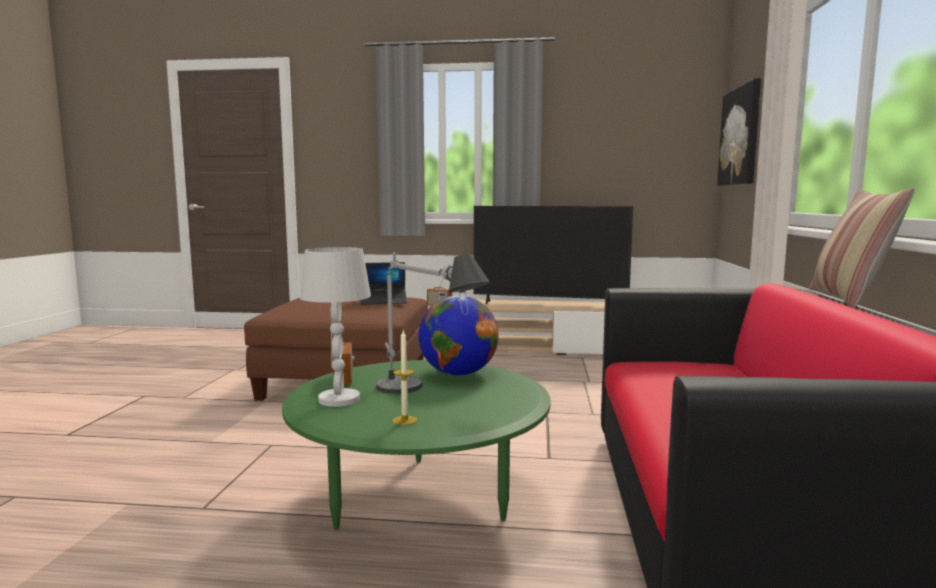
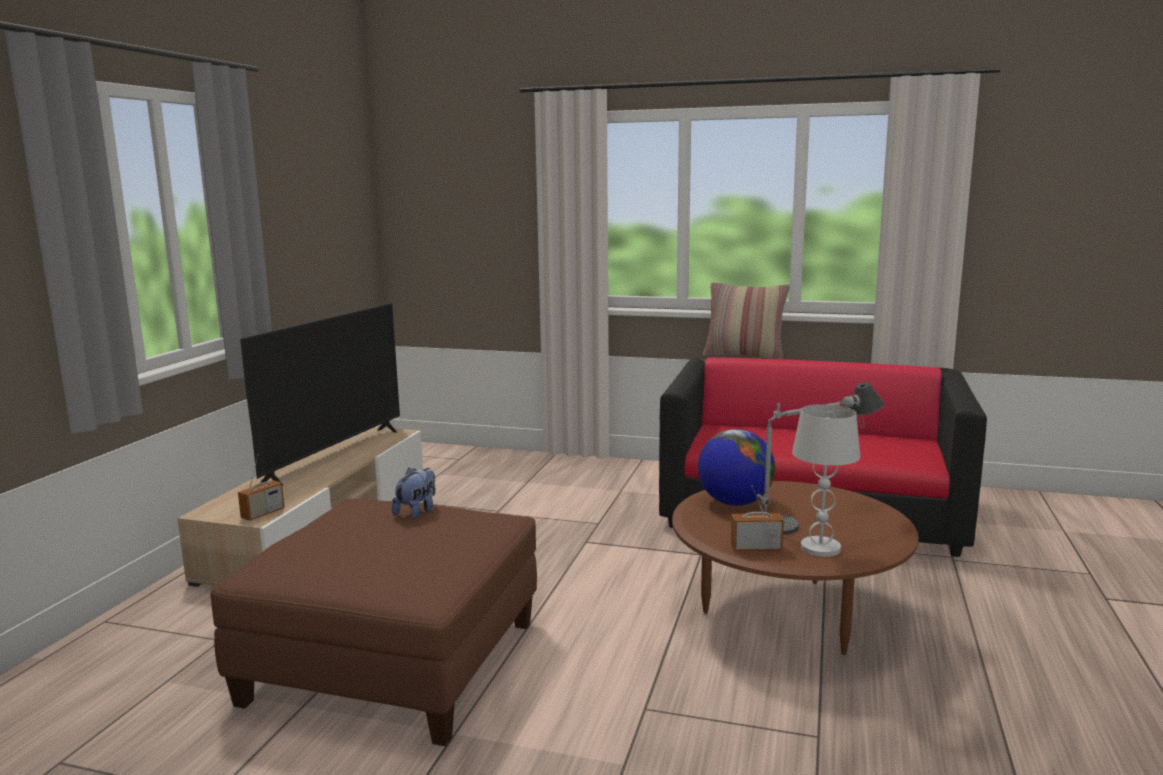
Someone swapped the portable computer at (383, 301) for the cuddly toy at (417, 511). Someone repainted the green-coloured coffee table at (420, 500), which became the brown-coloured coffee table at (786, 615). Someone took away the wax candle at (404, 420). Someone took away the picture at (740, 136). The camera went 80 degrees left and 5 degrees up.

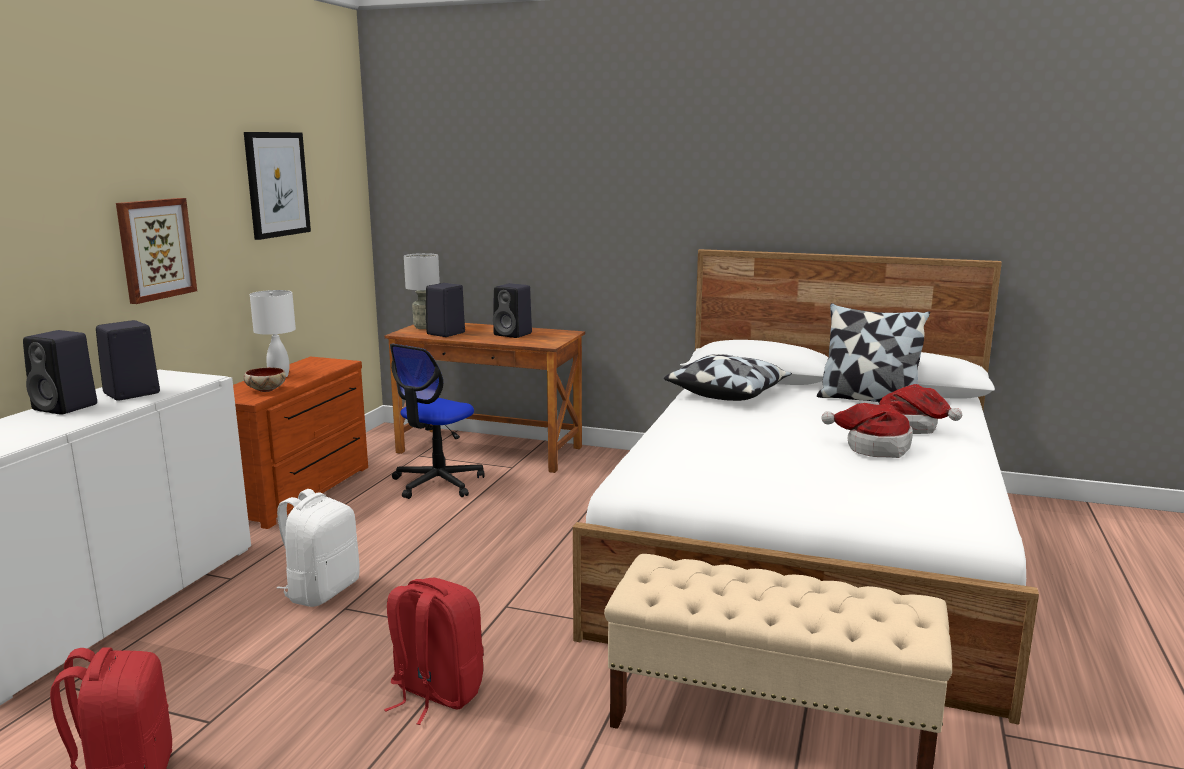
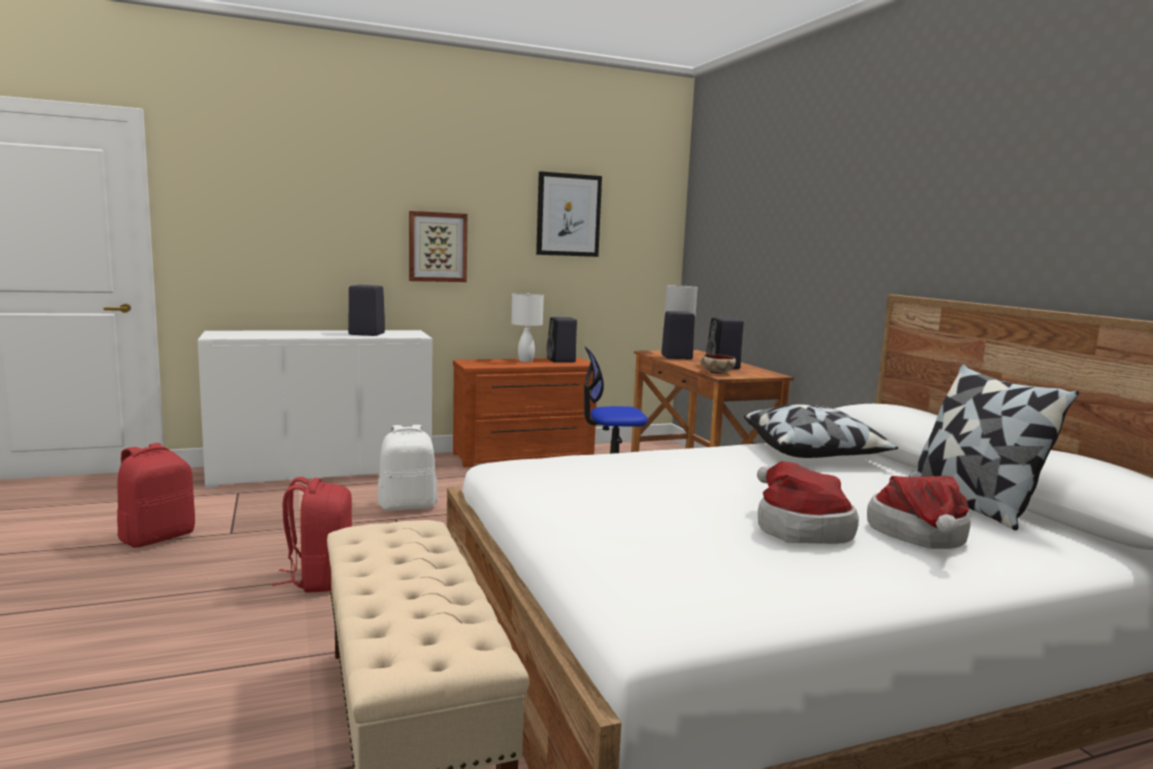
Someone carried the black speaker from (67, 407) to (561, 361). Someone carried the deep dish from (265, 390) to (716, 373). The camera went 50 degrees right and 5 degrees down.

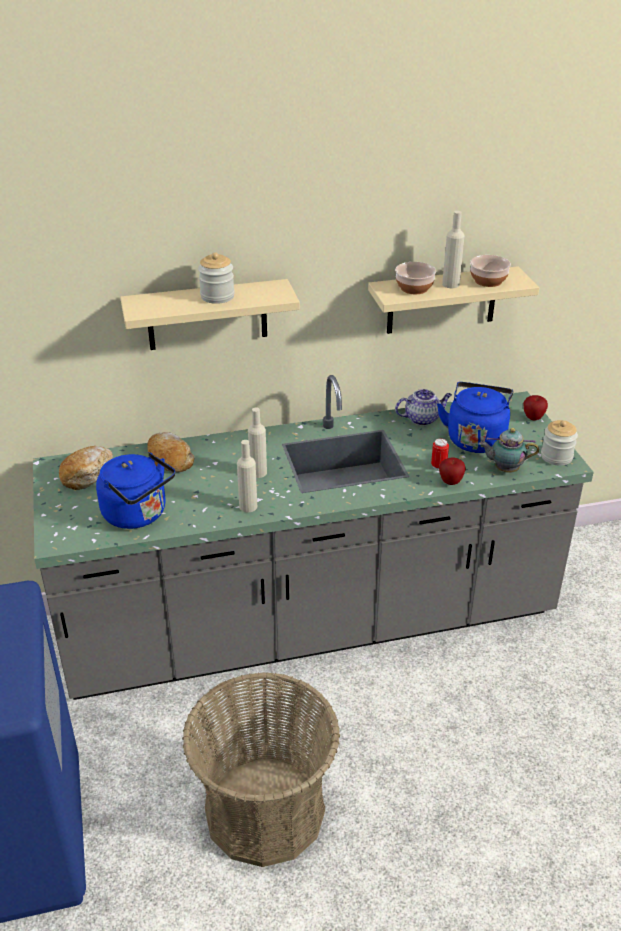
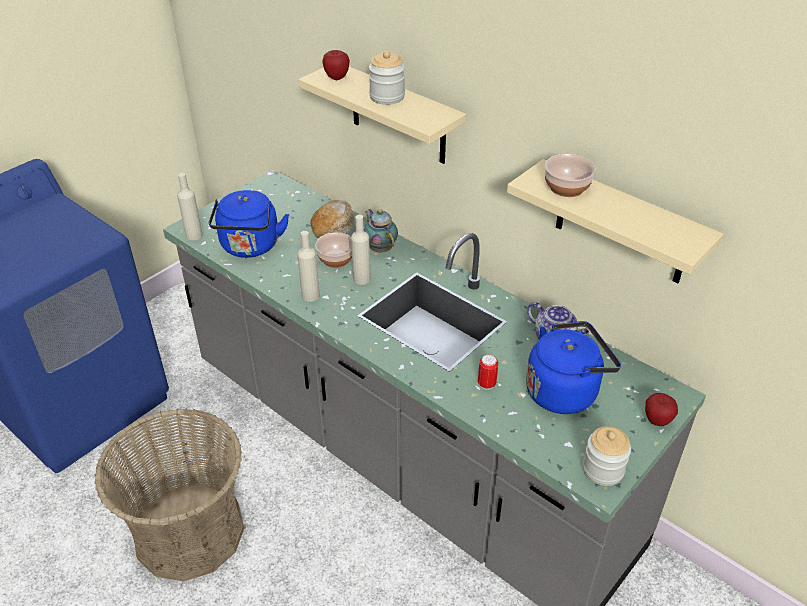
Someone carried the beige-coloured bottle from (450, 284) to (194, 235). Someone carried the deep dish from (488, 281) to (336, 259). Someone carried the whole apple from (450, 482) to (336, 78). Someone carried the pot for tea from (504, 469) to (380, 248). Someone took away the baked bread at (87, 474). The camera went 55 degrees right and 5 degrees up.

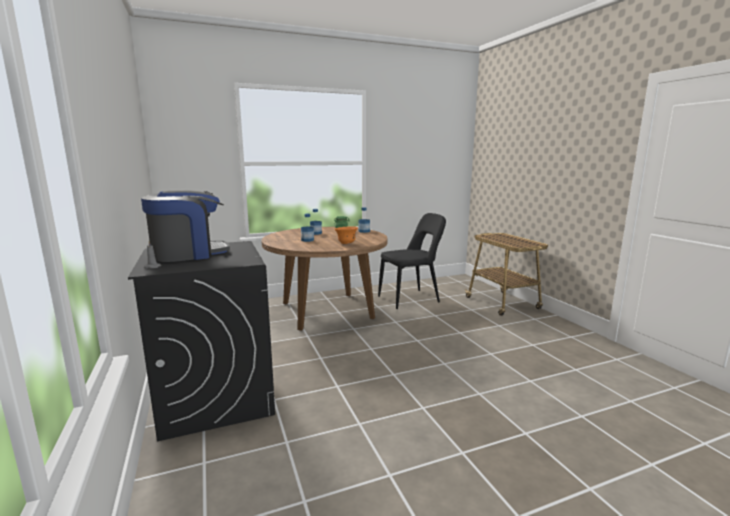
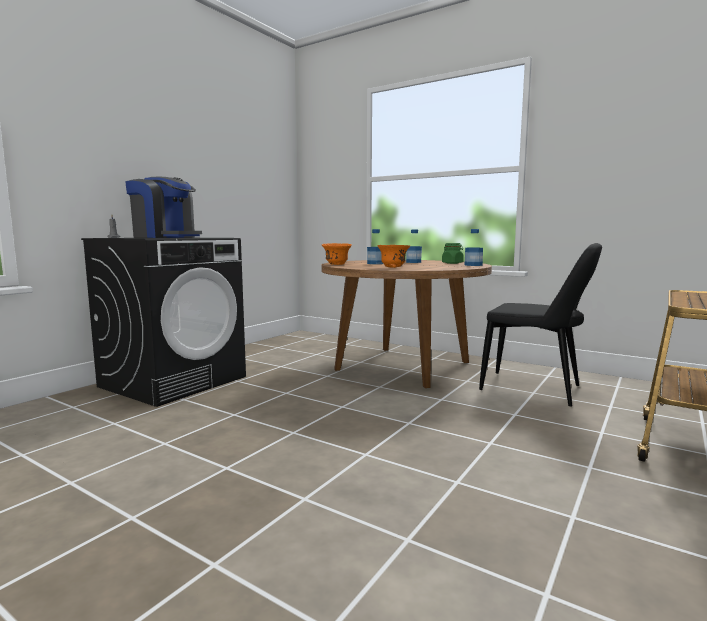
Someone put down the orangey deep dish at (337, 264). The camera went 55 degrees right and 5 degrees down.

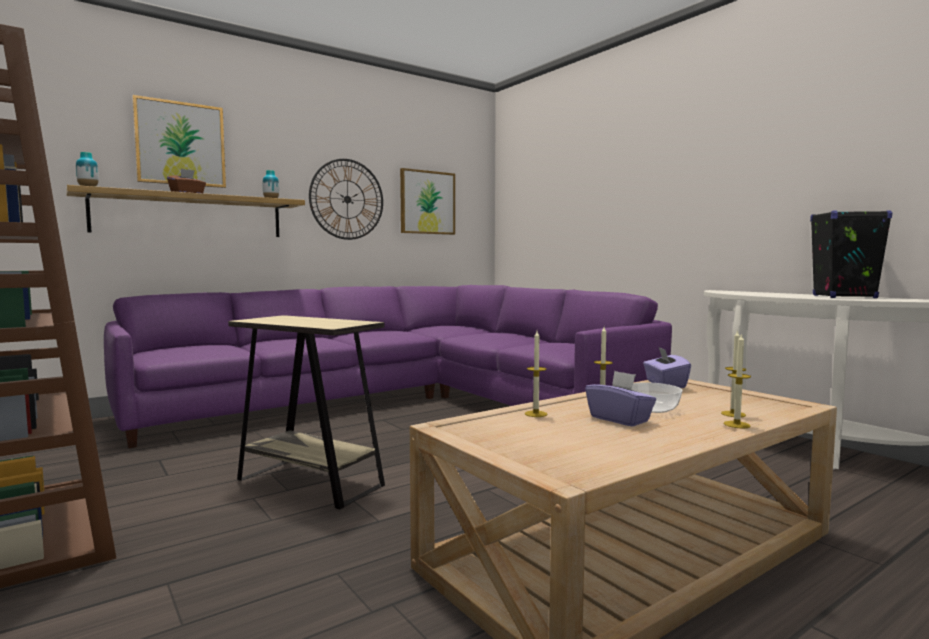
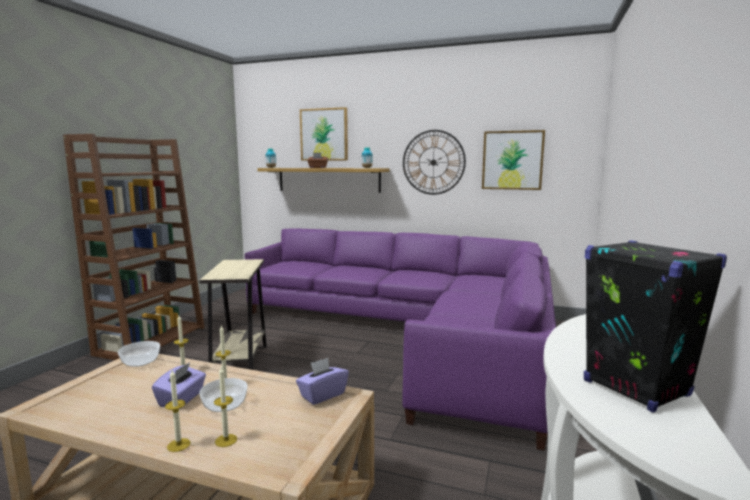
Someone put down the deep dish at (141, 361). The camera went 55 degrees right and 5 degrees up.

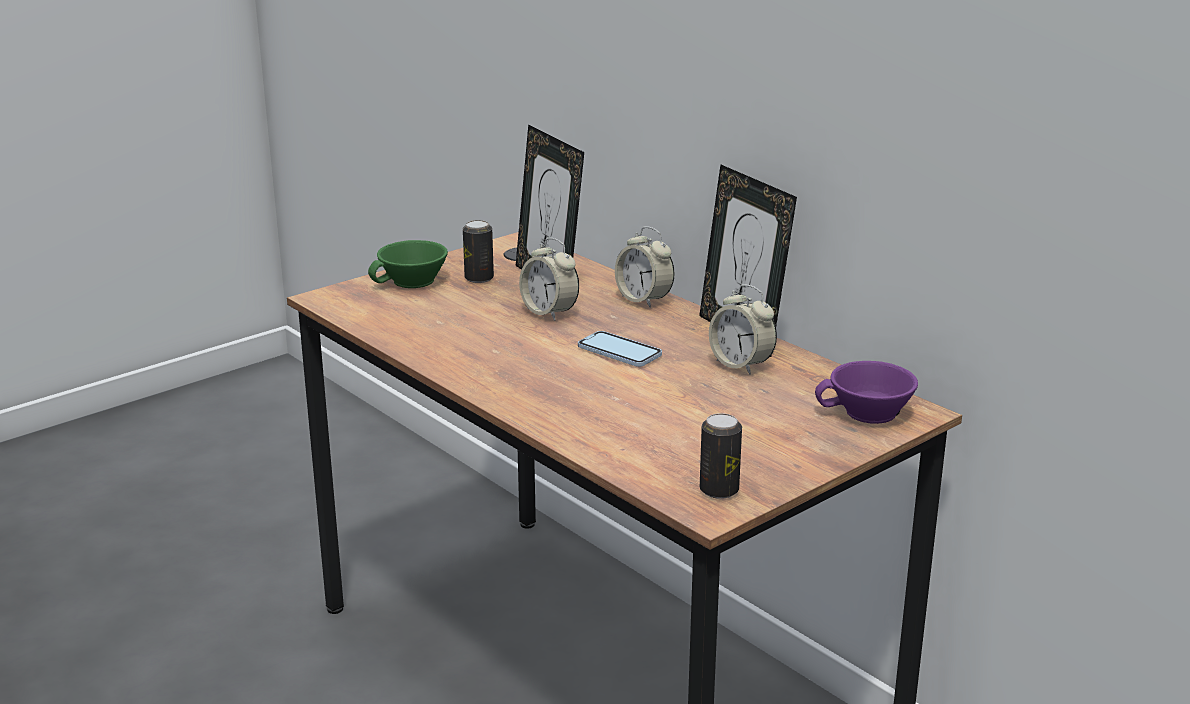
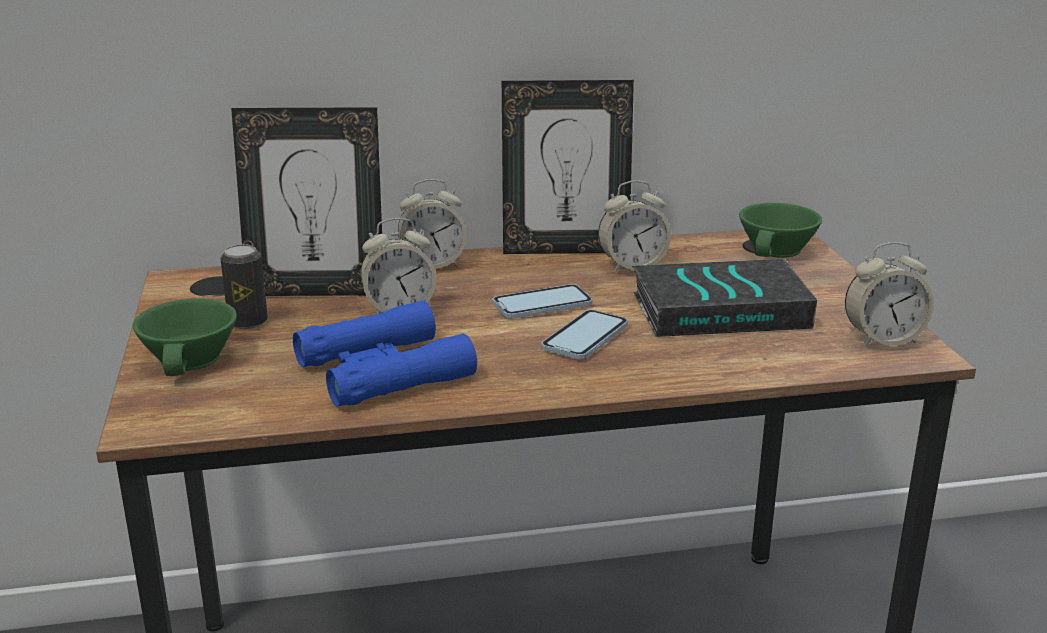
Someone put down the bluish field glasses at (384, 371). Someone put down the phone at (585, 338). Someone put down the volume at (721, 309). Someone repainted the purple-coloured drinking cup at (868, 413), which became the green-coloured drinking cup at (779, 250). Someone swapped the sealed can at (719, 490) for the bedside clock at (882, 339). The camera went 60 degrees left and 0 degrees up.

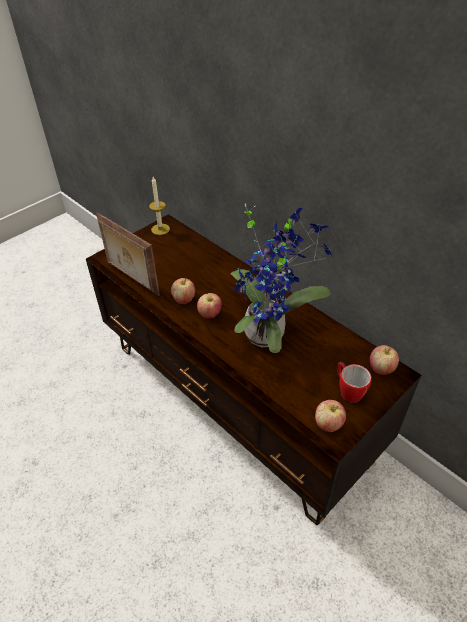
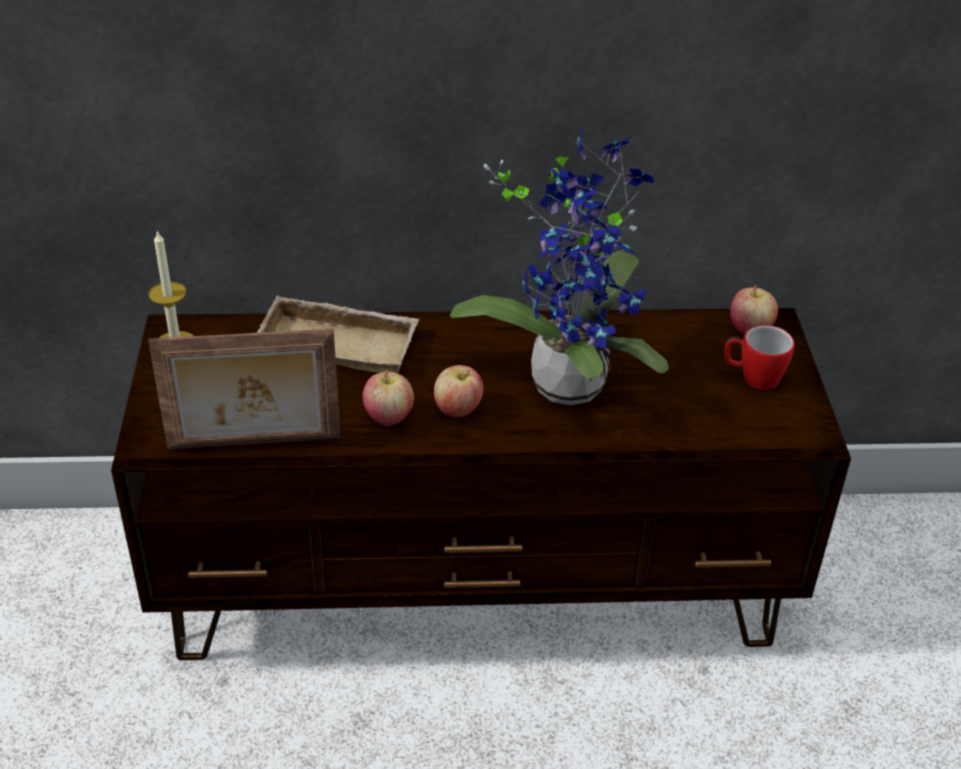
Someone put down the beige-coloured serving tray at (341, 343). Someone took away the whole apple at (328, 424). The camera went 50 degrees left and 5 degrees down.

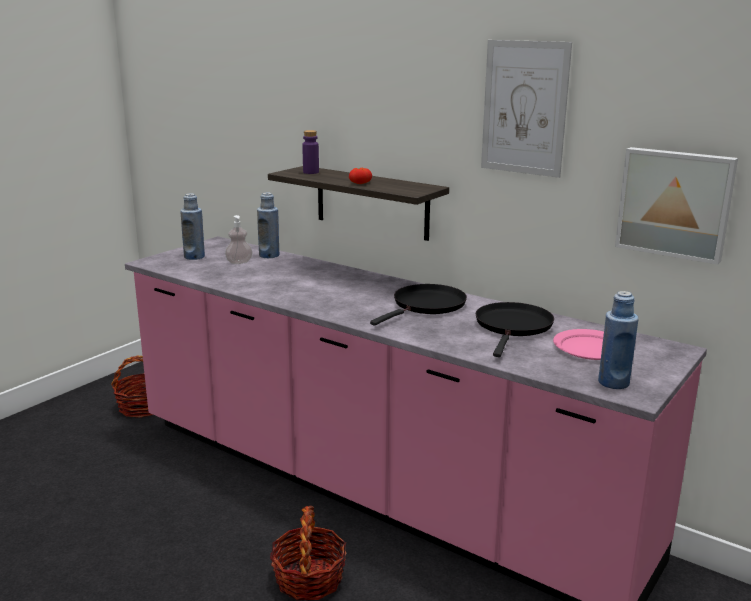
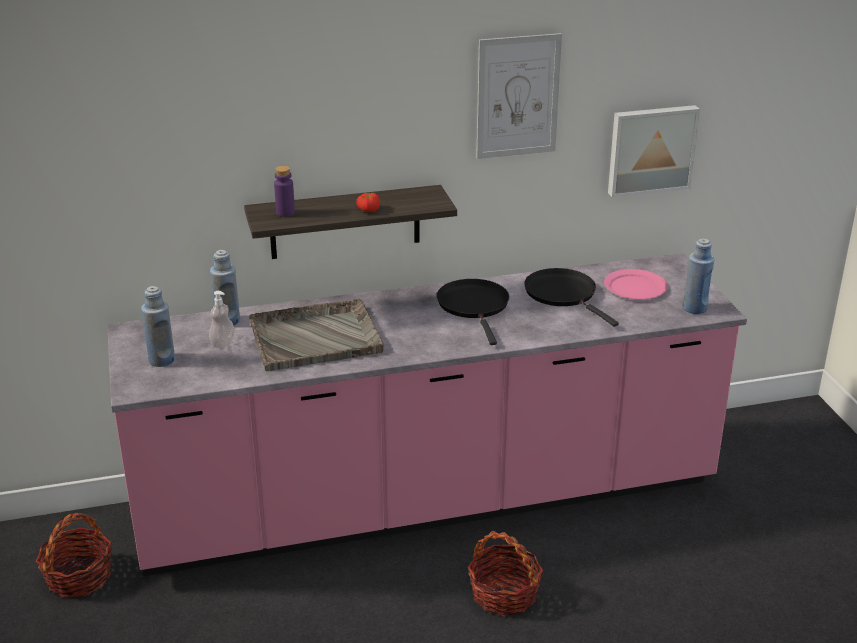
Someone put down the grey serving tray at (317, 337). The camera went 50 degrees left and 10 degrees up.

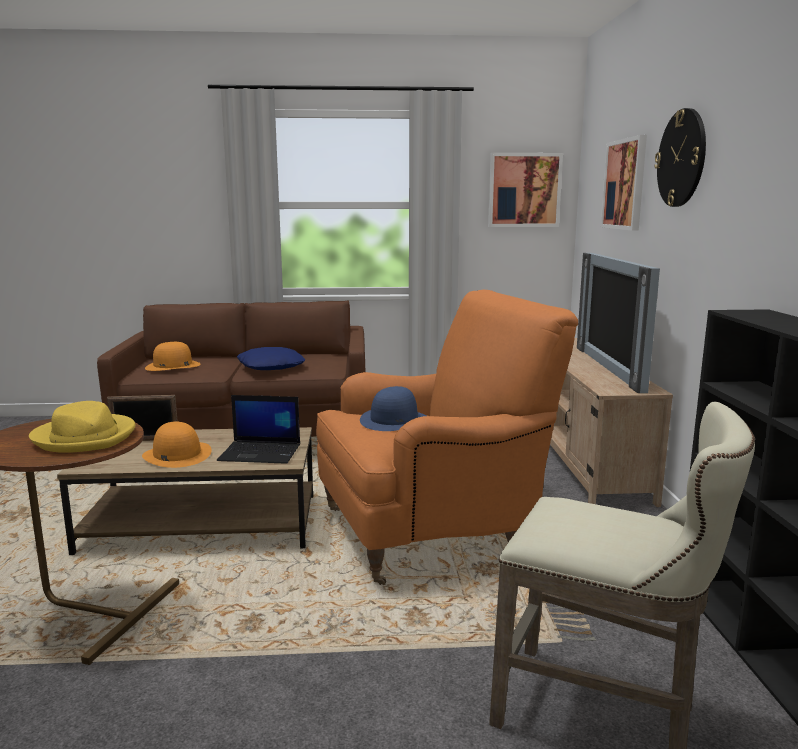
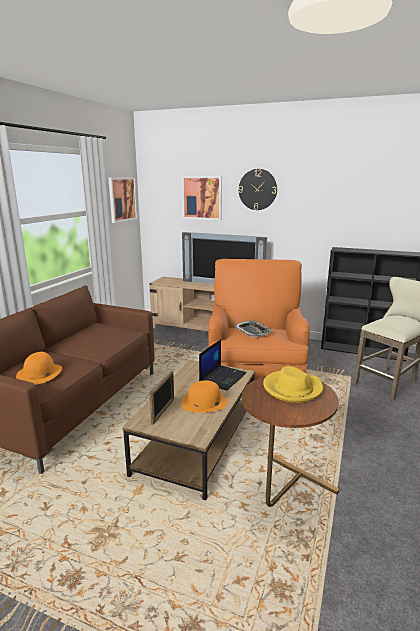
Someone swapped the bluish wearable hat at (394, 420) for the serving tray at (253, 331). Someone took away the bluish throw pillow at (271, 366). The camera went 65 degrees left and 5 degrees up.

